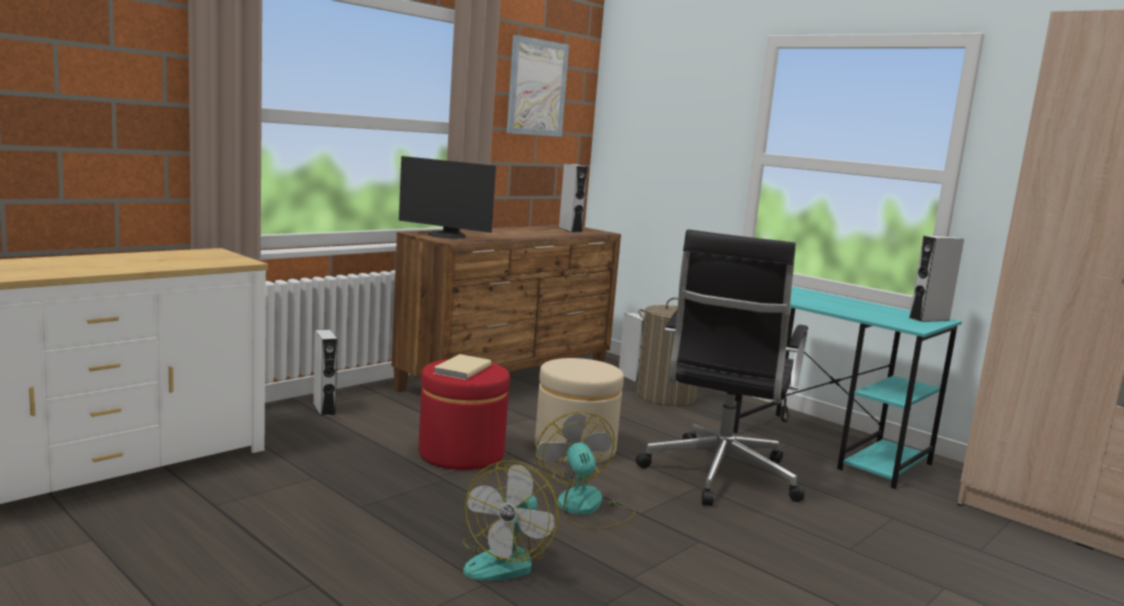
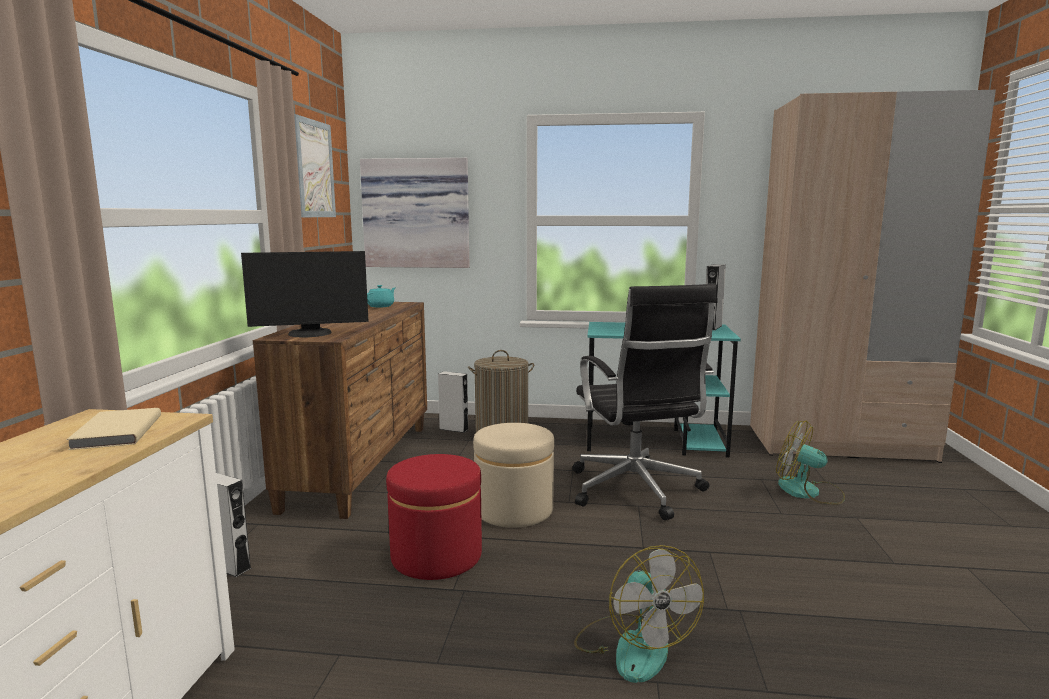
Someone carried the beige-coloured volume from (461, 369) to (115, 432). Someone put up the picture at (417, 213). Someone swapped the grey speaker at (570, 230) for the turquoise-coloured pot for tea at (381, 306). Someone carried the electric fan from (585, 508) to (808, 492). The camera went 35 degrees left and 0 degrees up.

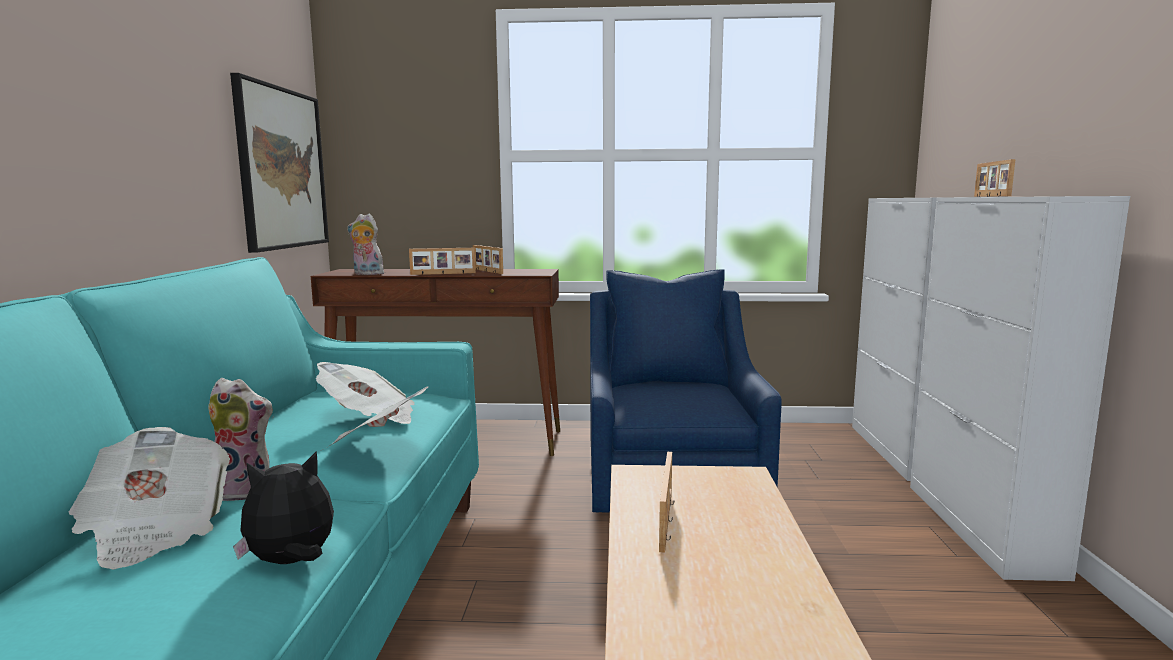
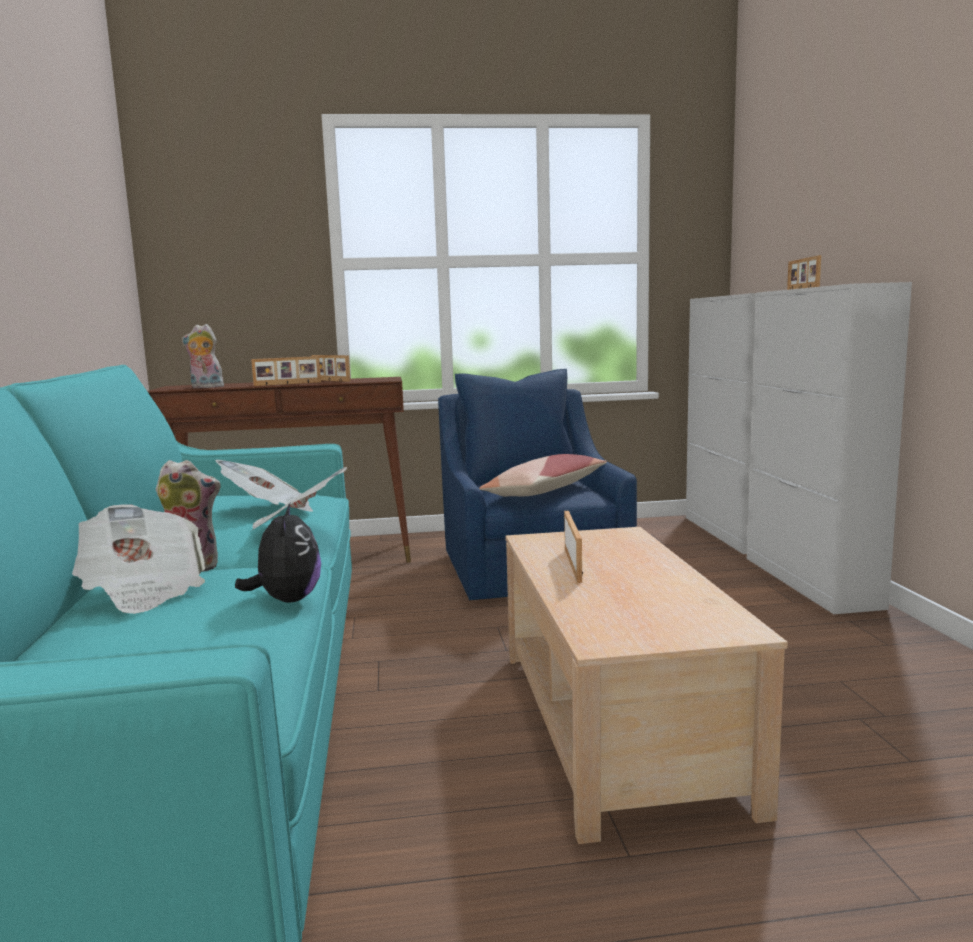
Someone rotated the cuddly toy at (292, 562) by 120 degrees clockwise. Someone put down the throw pillow at (545, 491). Someone took away the picture at (282, 168). The camera went 10 degrees left and 0 degrees up.

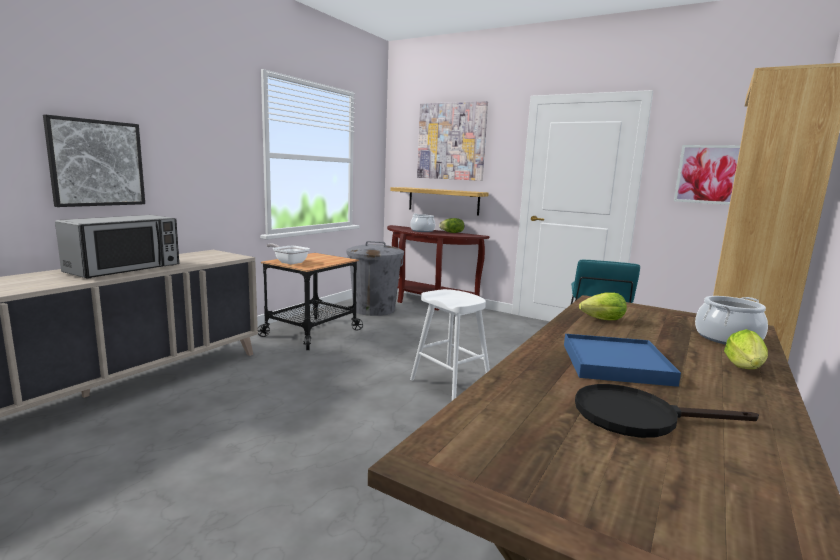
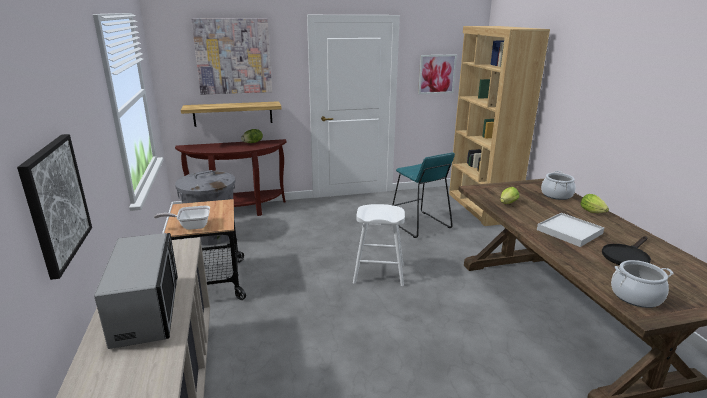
Someone repainted the bluish serving tray at (615, 364), which became the whitish serving tray at (569, 231). Someone carried the saucepot from (422, 231) to (635, 296). The camera went 45 degrees left and 10 degrees up.

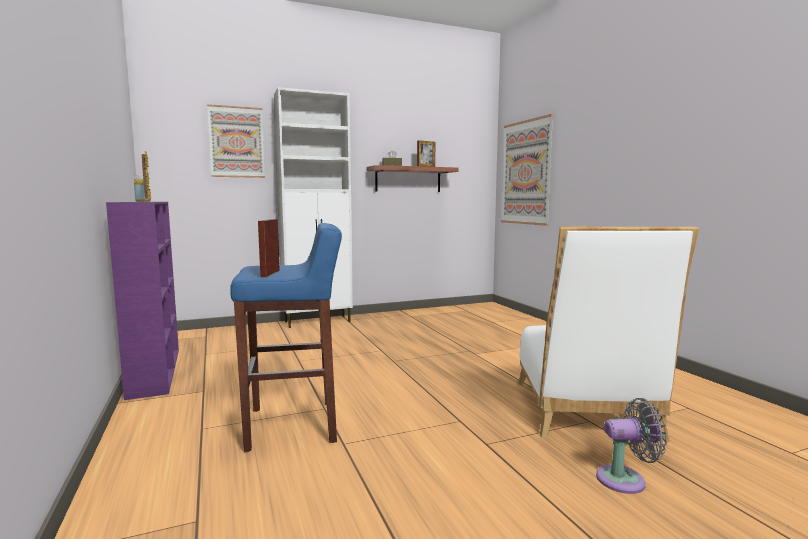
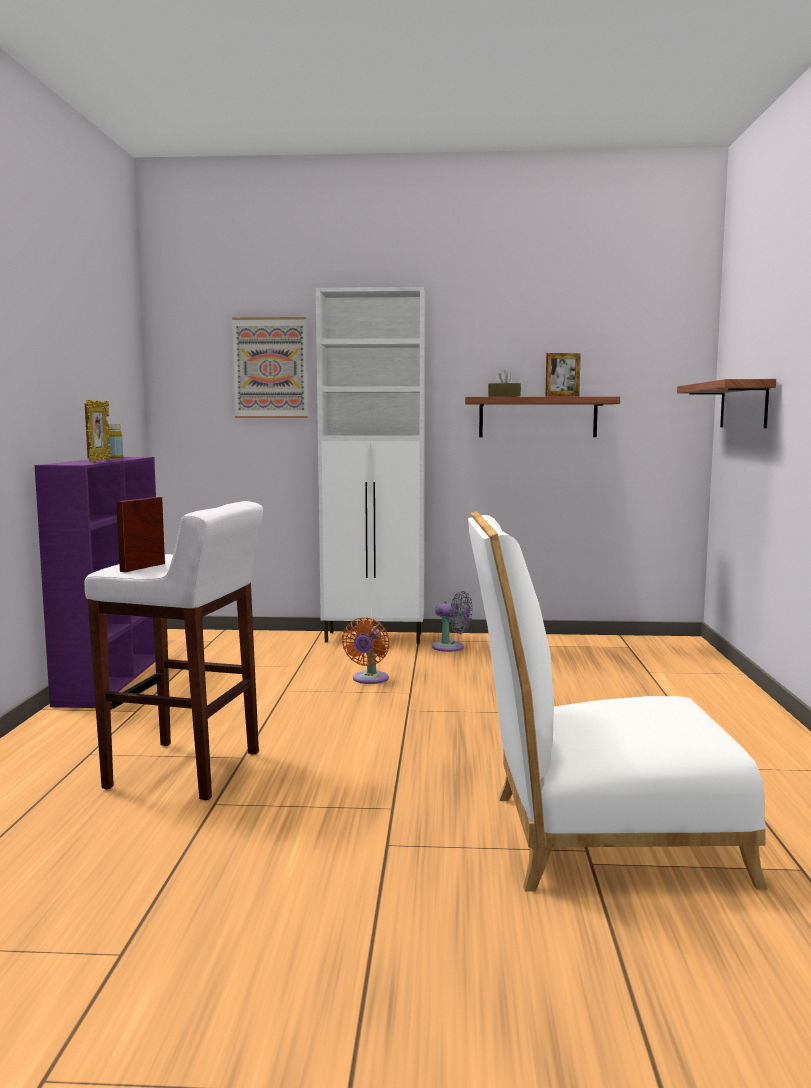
Someone repainted the bluish sitting stool at (294, 425), which became the whitish sitting stool at (186, 770). Someone put down the orangey electric fan at (369, 679). Someone carried the grey electric fan from (626, 479) to (451, 647). Someone rotated the whitish upright chair at (586, 413) by 60 degrees clockwise. Someone swapped the picture at (526, 172) for the bracket shelf at (743, 405). The camera went 25 degrees right and 0 degrees up.

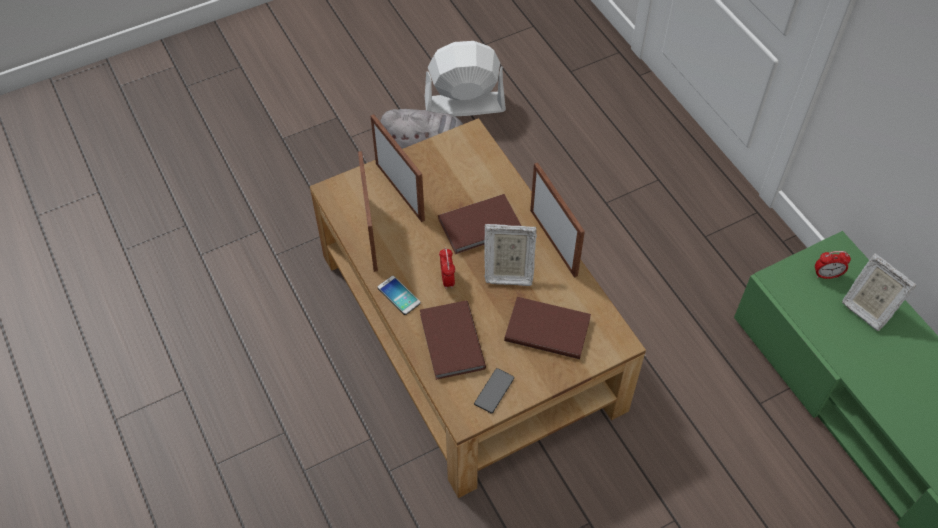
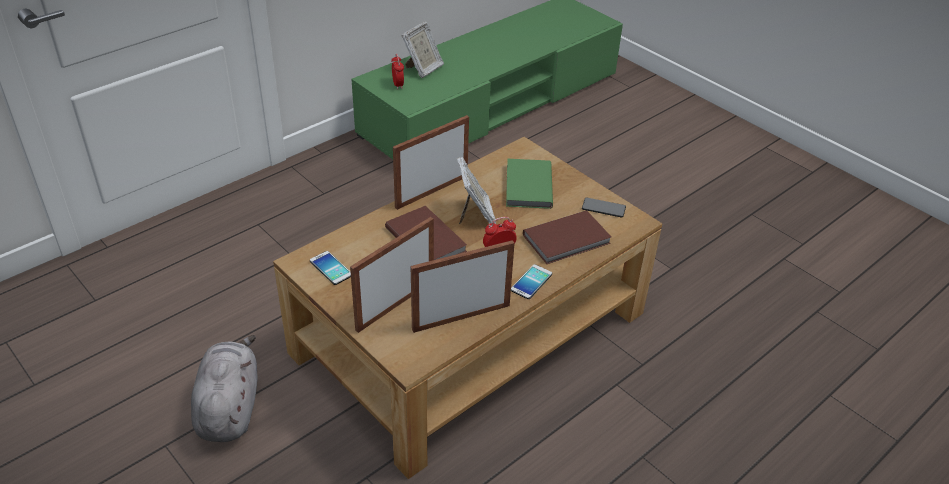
Someone put down the phone at (331, 268). Someone repainted the brown-coloured volume at (546, 328), which became the green-coloured volume at (527, 186). Someone took away the whitish electric fan at (464, 104). The camera went 105 degrees left and 15 degrees down.

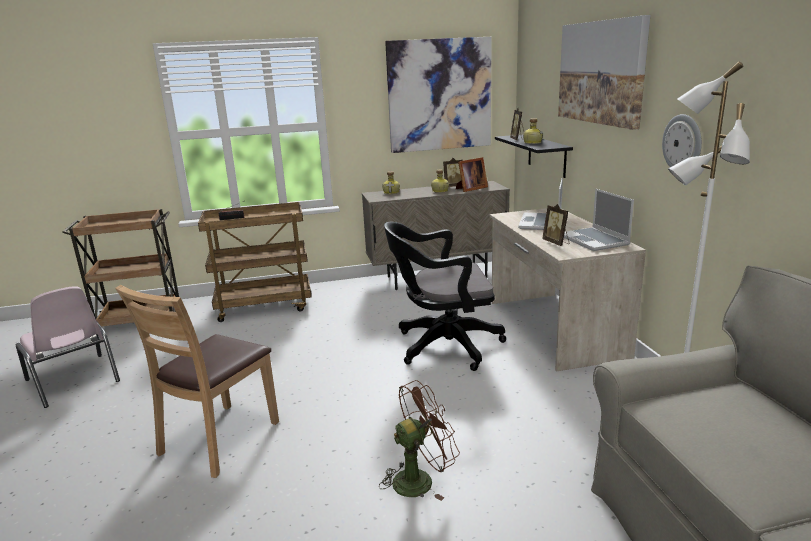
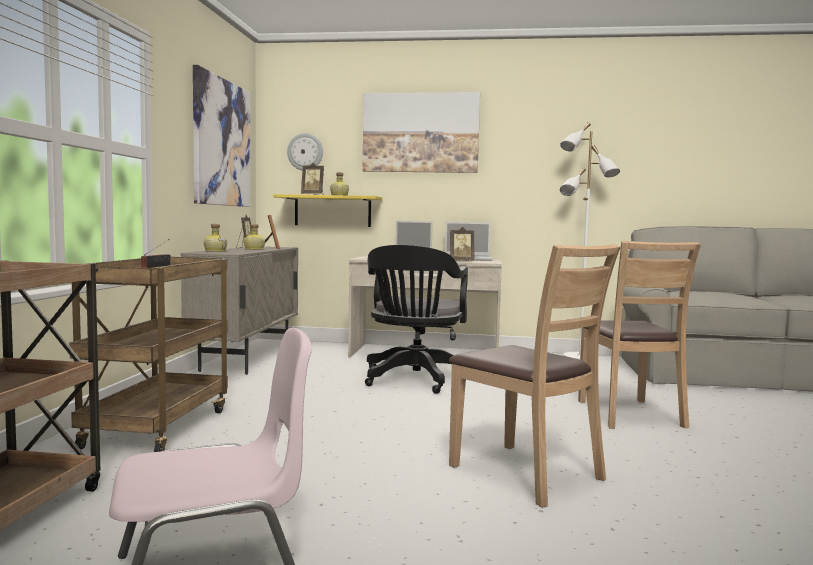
Someone repainted the black bracket shelf at (546, 155), which became the yellow bracket shelf at (332, 211). Someone carried the clock on the wall from (683, 143) to (305, 152). Someone swapped the brown-coloured electric fan at (420, 479) for the brown-coloured upright chair at (629, 414). The camera went 70 degrees left and 15 degrees down.

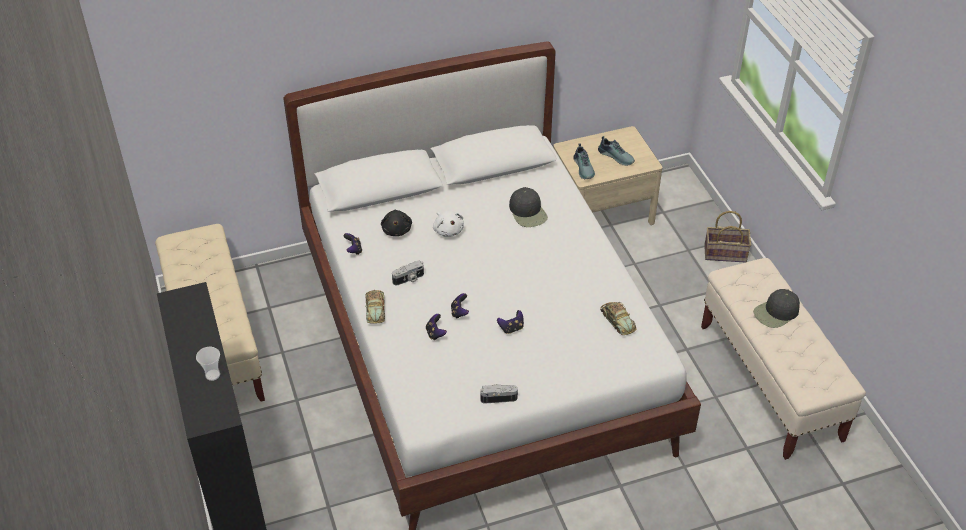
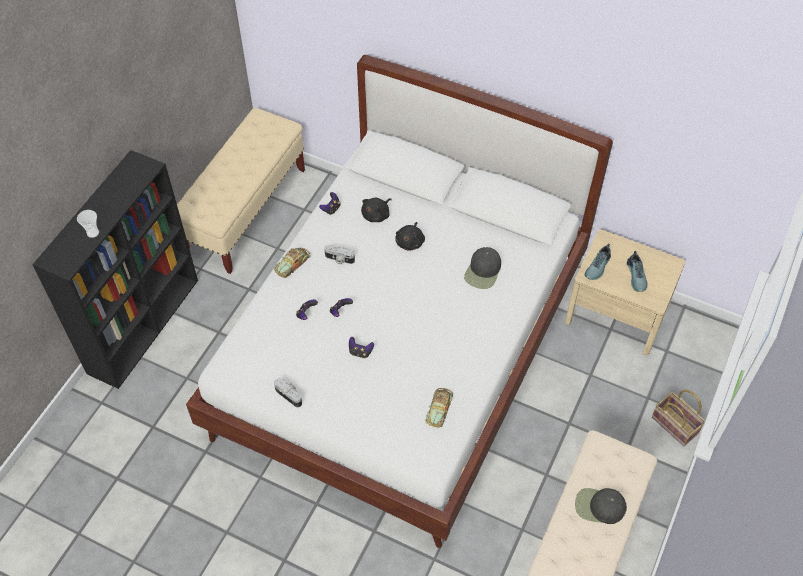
Someone repainted the whitish cuddly toy at (448, 230), which became the black cuddly toy at (410, 242). The camera went 45 degrees right and 10 degrees up.

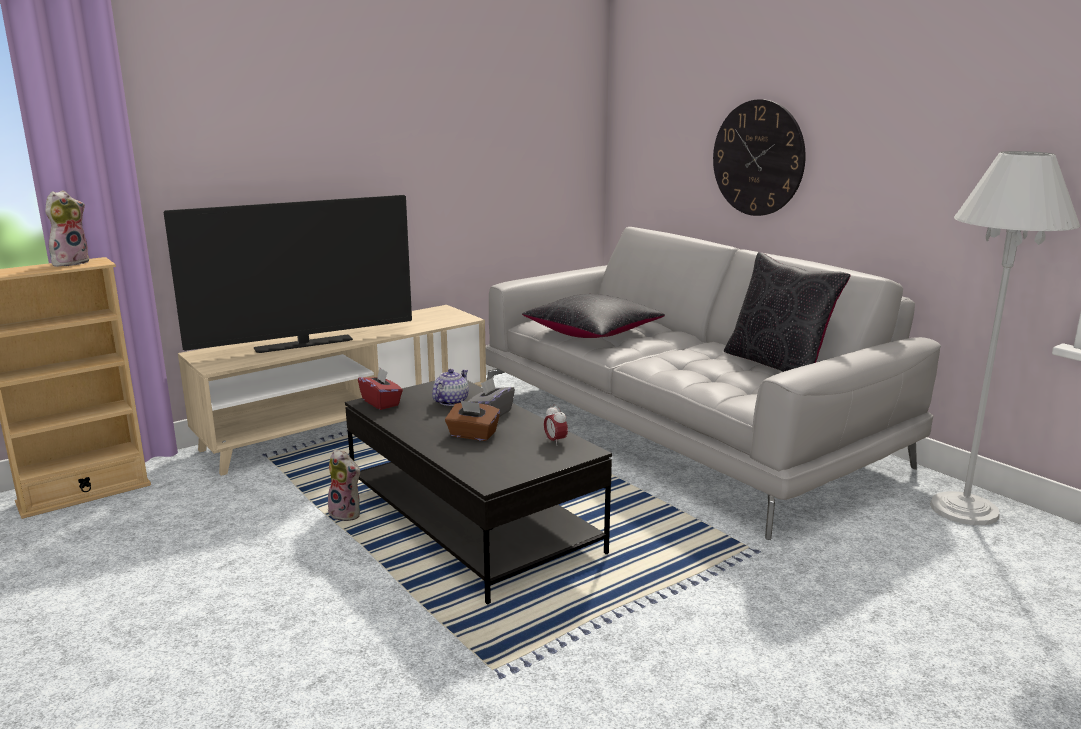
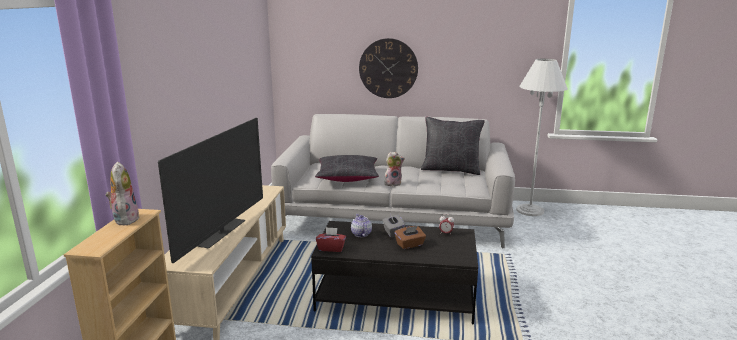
Someone carried the cuddly toy from (347, 514) to (393, 183). The camera went 45 degrees left and 0 degrees up.

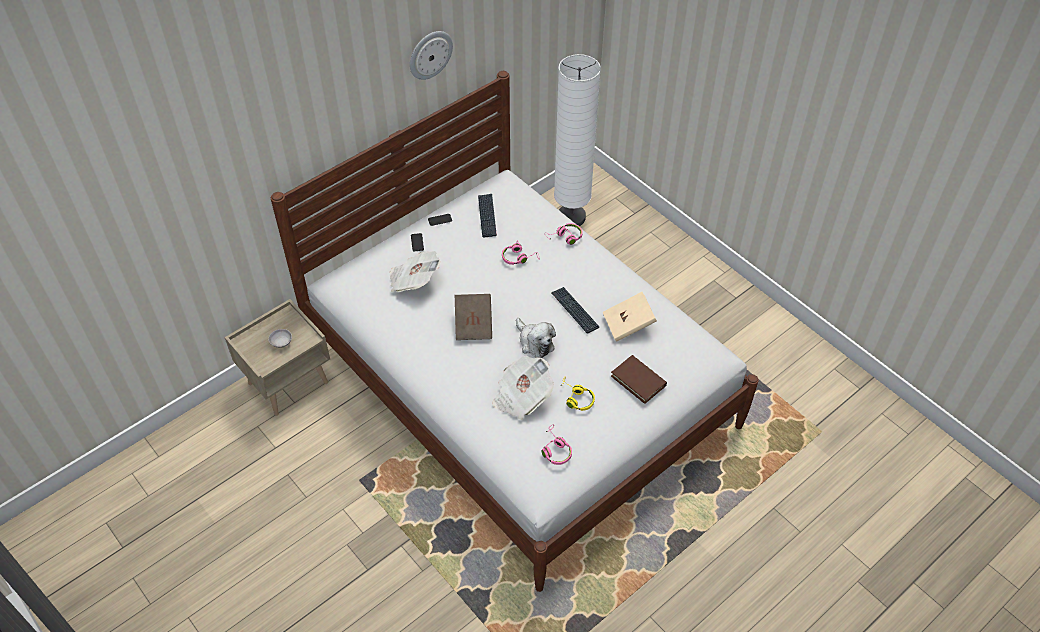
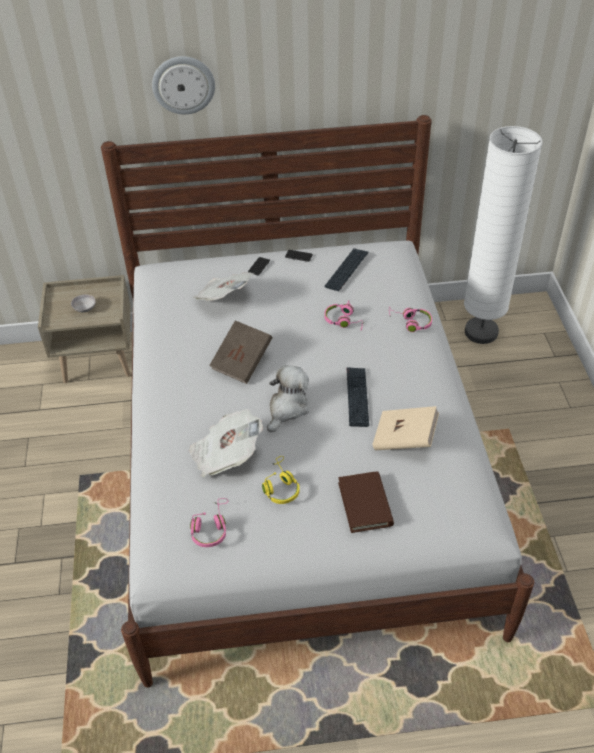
Someone carried the clock on the wall from (430, 54) to (183, 84). Someone rotated the cuddly toy at (534, 342) by 150 degrees counterclockwise. The camera went 35 degrees right and 5 degrees down.

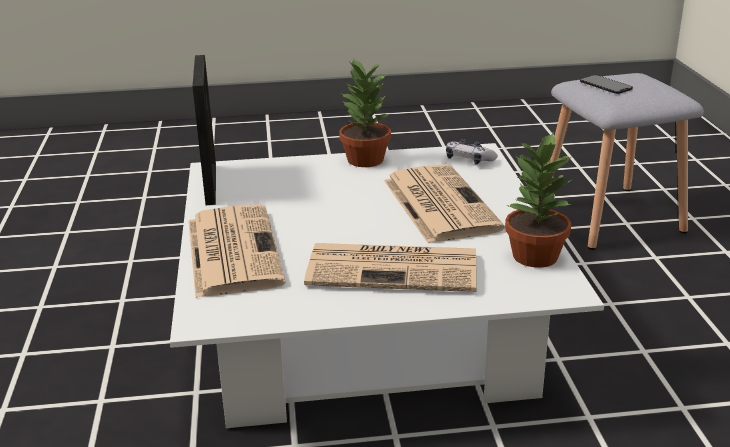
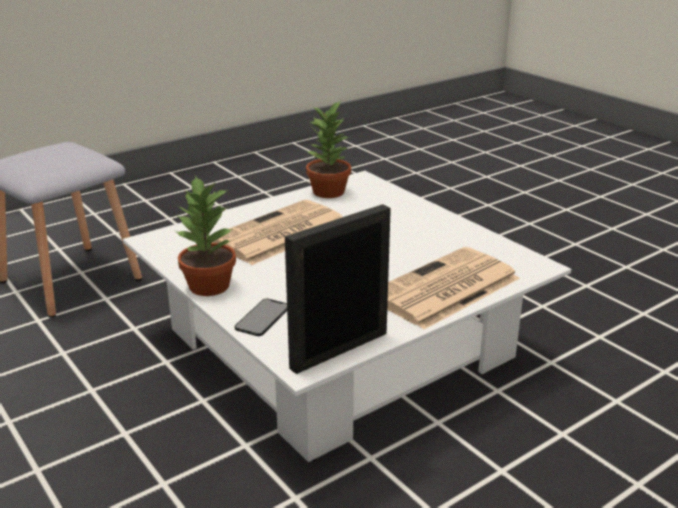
Someone carried the phone from (605, 85) to (262, 317). Someone took away the printed paper at (395, 268). Someone took away the game controller at (469, 160). The camera went 120 degrees left and 0 degrees up.

